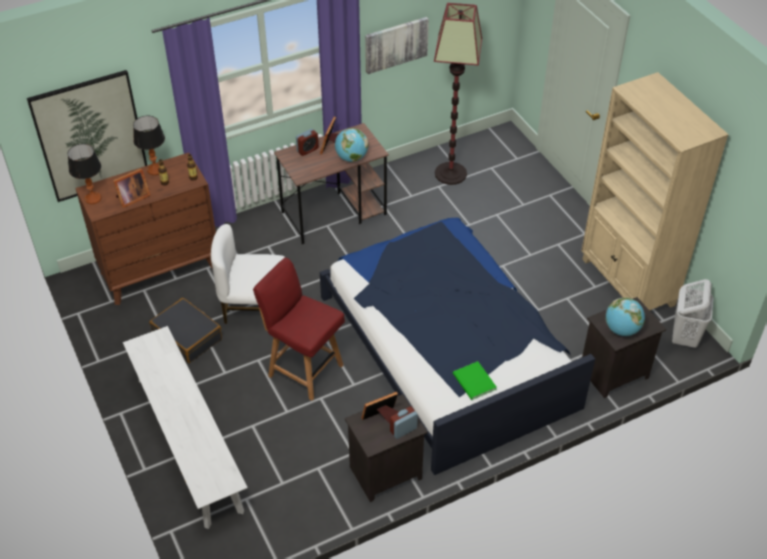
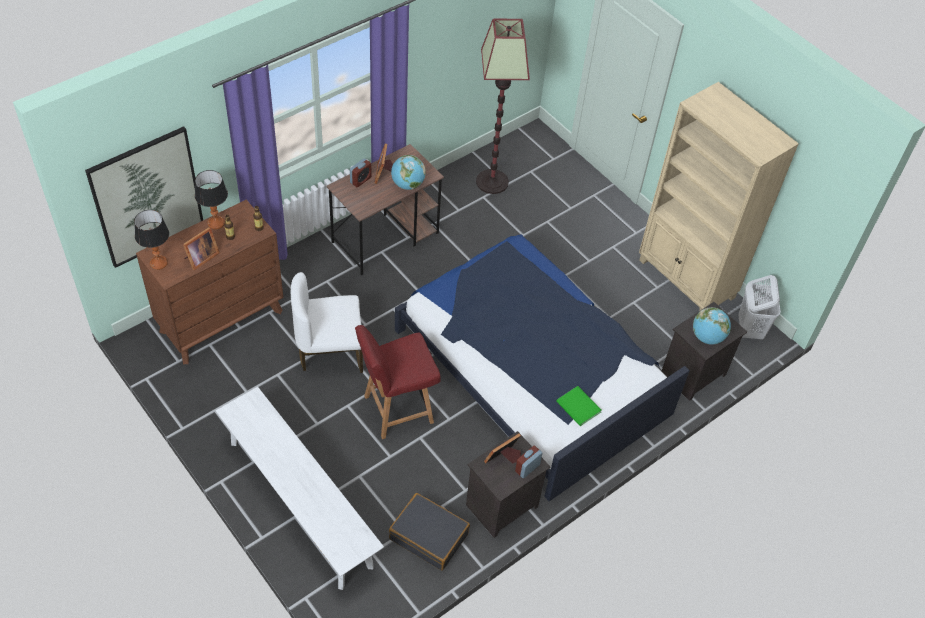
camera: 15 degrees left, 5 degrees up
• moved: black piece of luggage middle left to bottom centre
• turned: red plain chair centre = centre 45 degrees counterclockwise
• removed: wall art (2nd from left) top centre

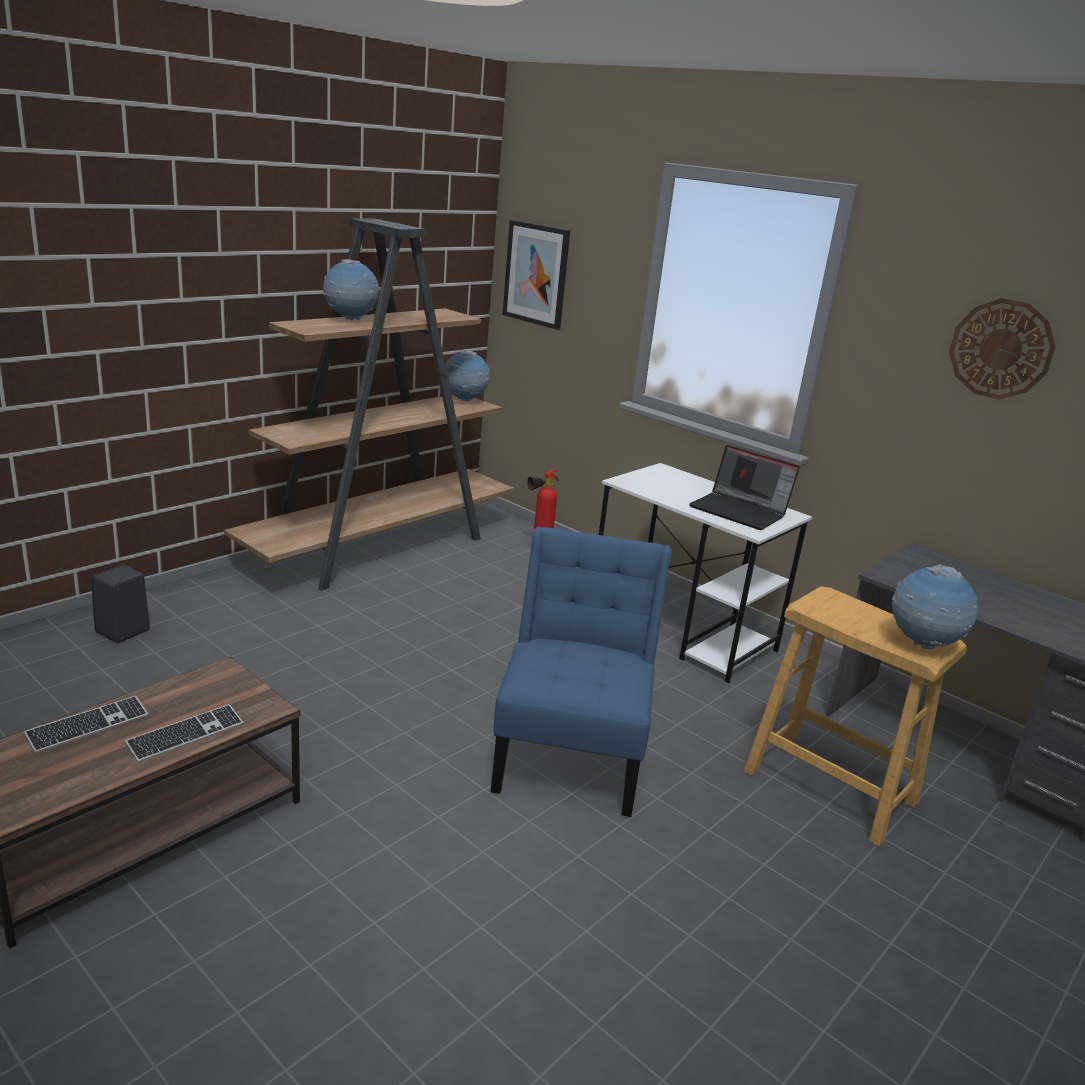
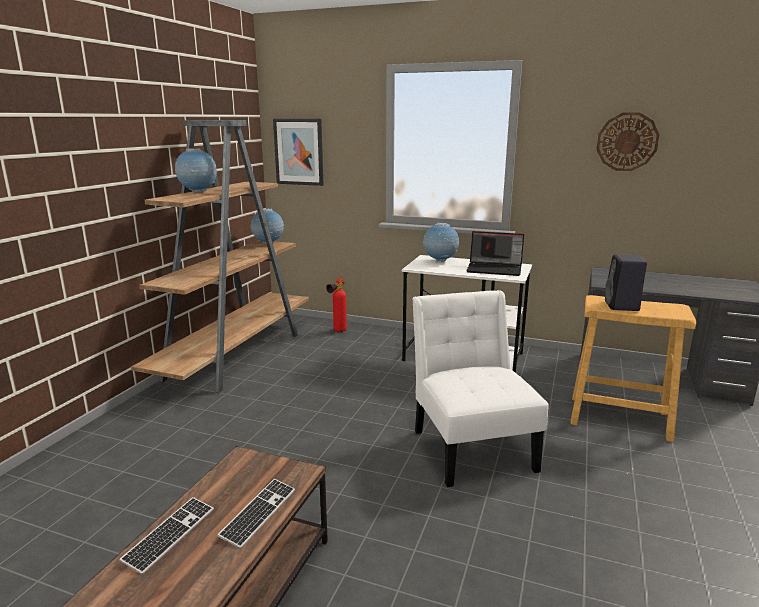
camera: 20 degrees left, 5 degrees down
• moved: black loudspeaker middle left to middle right
• recoloured: blue plain chair centre to white plain chair centre
• moved: desk globe (3rd from left) middle right to centre

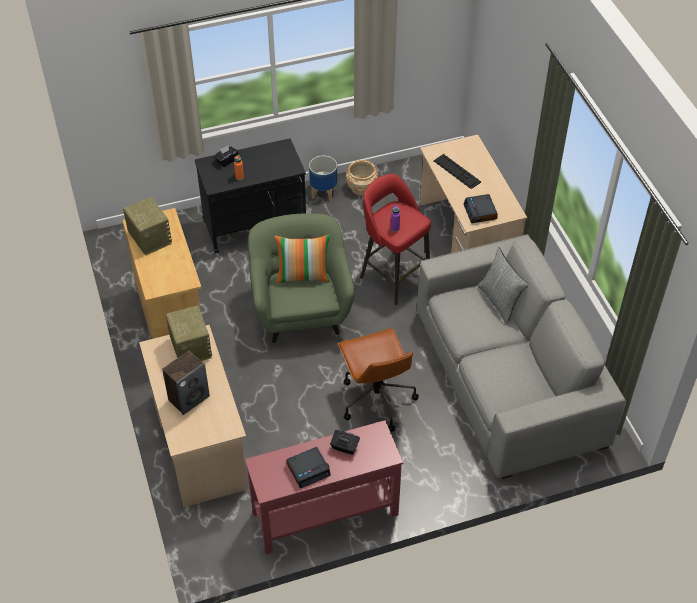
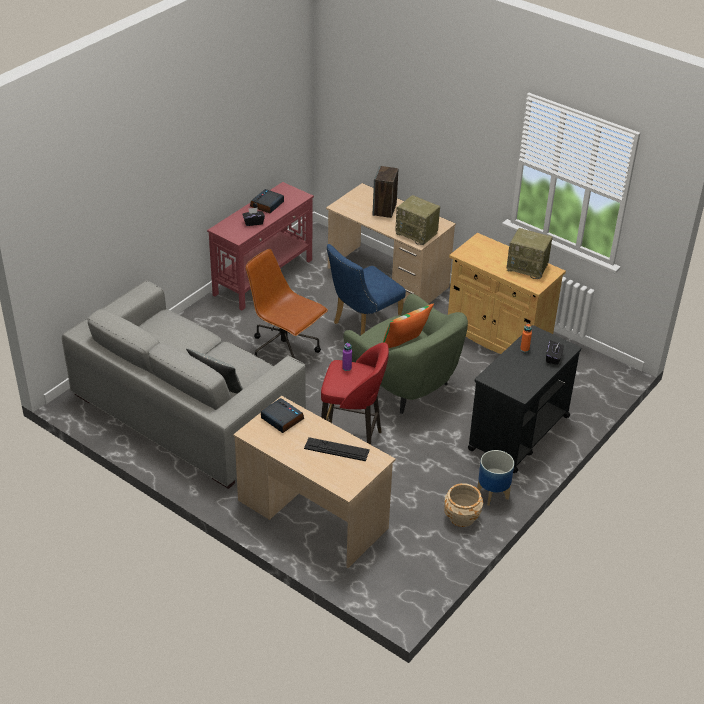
camera: 145 degrees right, 10 degrees down
• added: blue plain chair centre

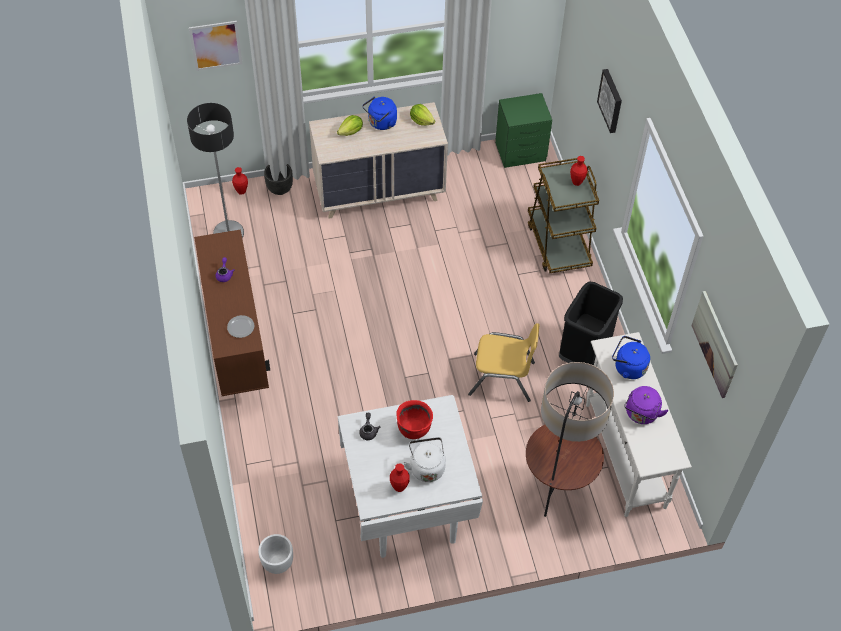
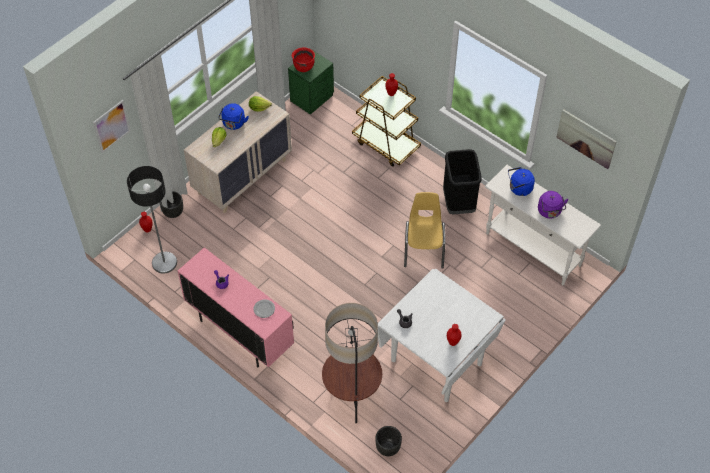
camera: 35 degrees left, 0 degrees up
• recoloured: brown-coloured cupboard middle left to pink cupboard middle left
• recoloured: white planter bottom left to black planter (2nd from left) bottom centre
• moved: red cooking pot centre to top centre
• removed: white tea kettle bottom centre
• turned: yellowish plain chair centre = centre 60 degrees counterclockwise
• moved: standard lamp (2nd from left) bottom right to bottom centre
• removed: wall art (2nd from left) top right

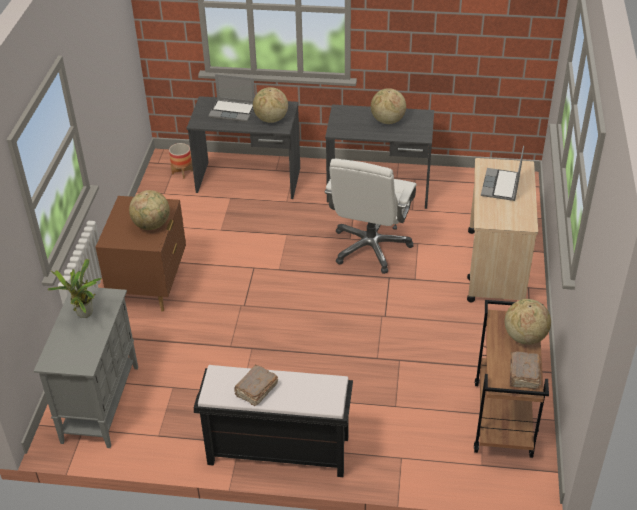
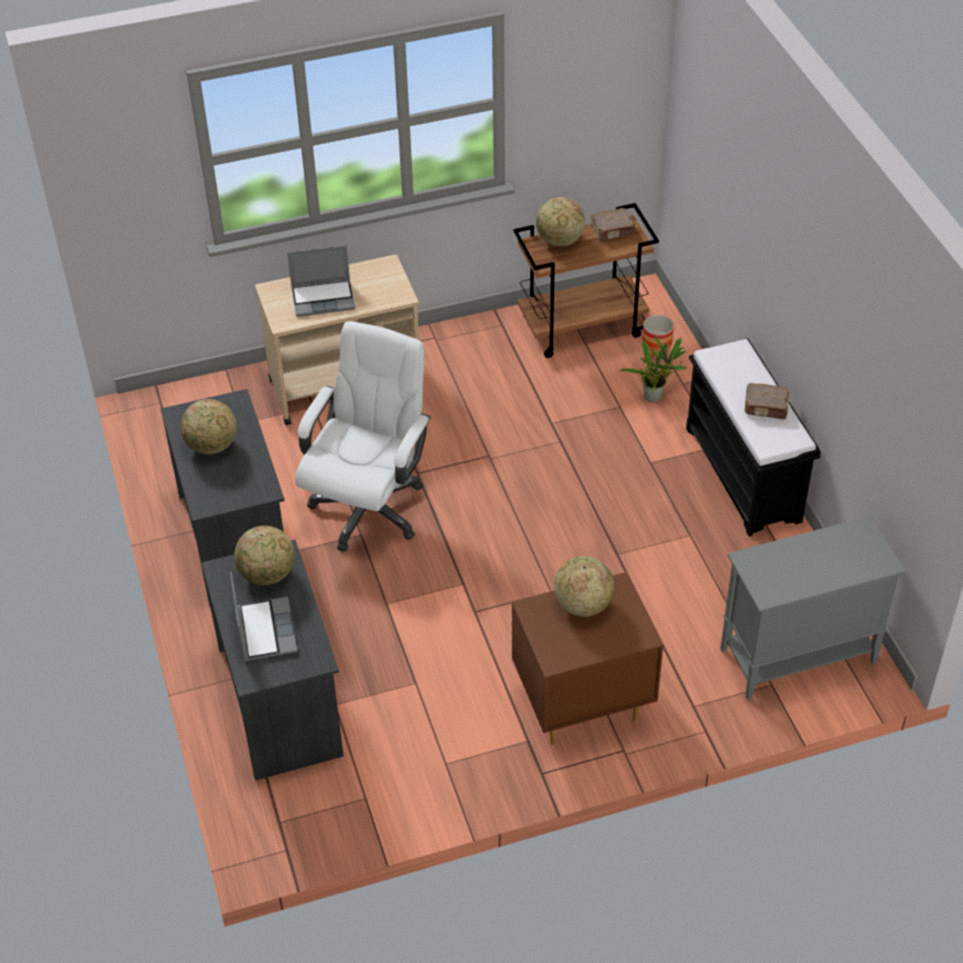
camera: 115 degrees left, 5 degrees up
• moved: potted plant middle left to middle right
• moved: planter top left to middle right
• turned: white office chair centre = centre 60 degrees counterclockwise

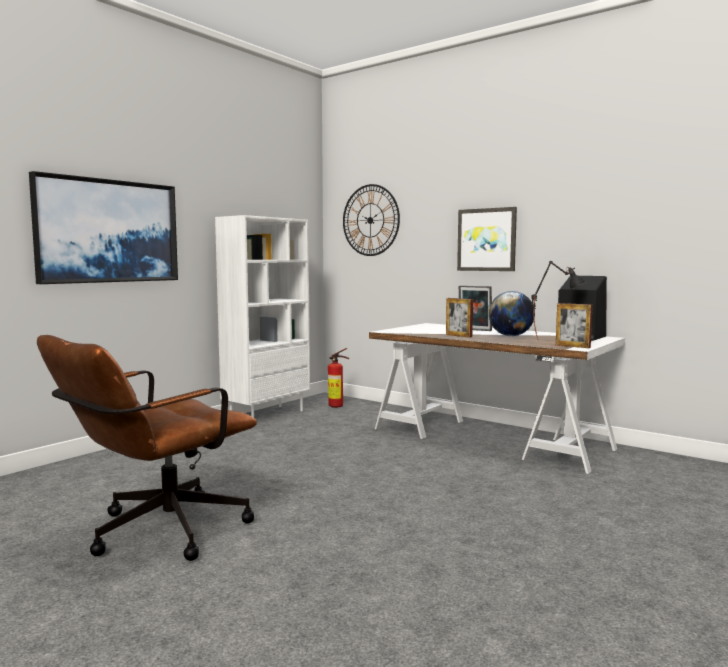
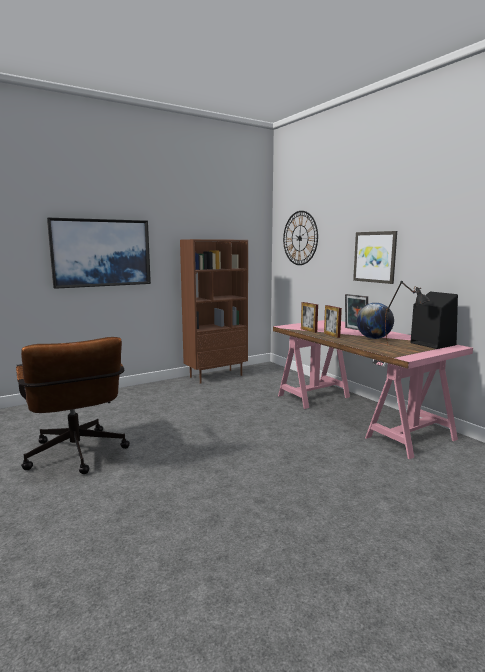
camera: 20 degrees right, 5 degrees up
• turned: brown-coloured office chair bottom left = middle left 90 degrees counterclockwise
• recoloured: white bookshelf centre to brown-coloured bookshelf centre
• removed: extinguisher centre
• recoloured: white desk unit middle right to pink desk unit middle right
• moved: photo frame (3rd from left in the first image) middle right to photo frame (1st from left) centre

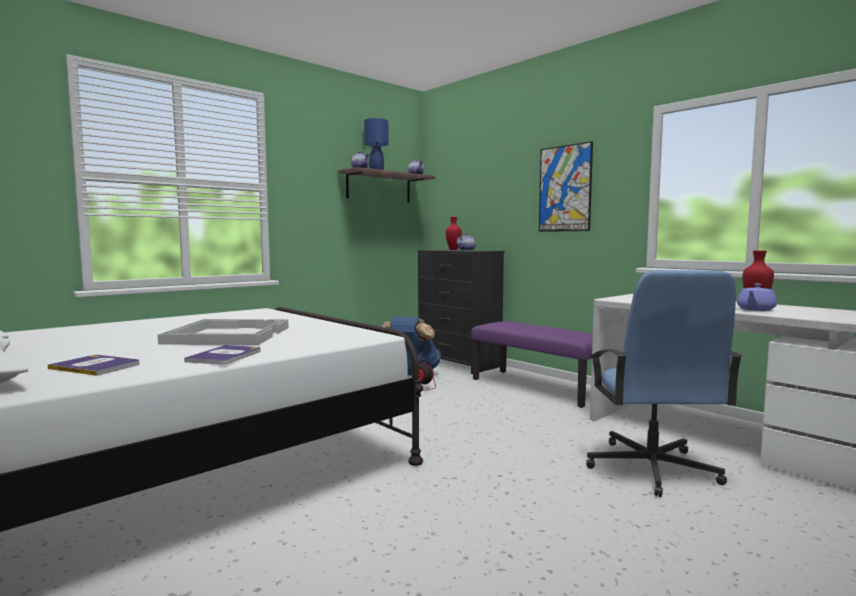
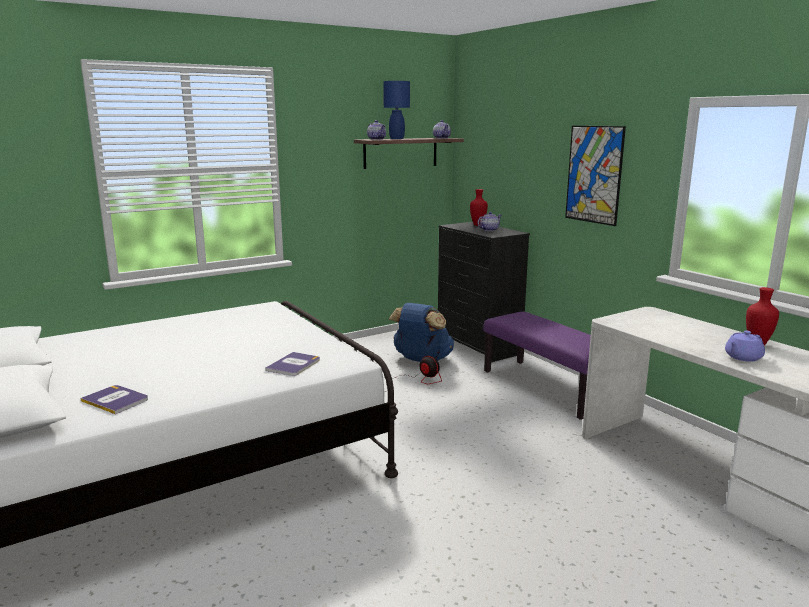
camera: 10 degrees right, 10 degrees up
• removed: white carrying tray middle left
• moved: bound book (2nd from left) middle left to centre
• removed: blue office chair middle right

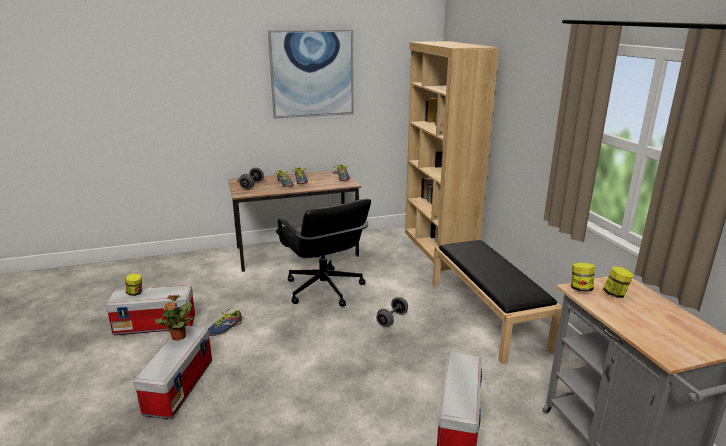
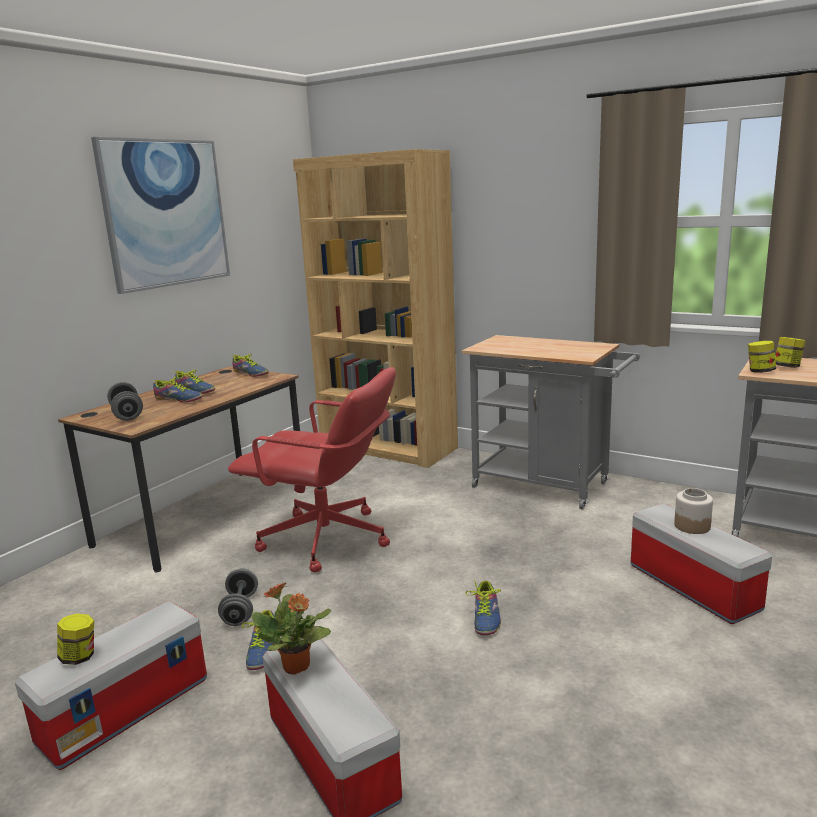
camera: 40 degrees left, 5 degrees down
• recoloured: black office chair centre to red office chair centre
• moved: greyish hand weight (2nd from left) bottom centre to bottom left
• replaced: black long seat bottom right to greyish trolley (1st from left) middle right
• added: low shoe (5th from left) bottom centre
• added: jar (2nd from left) middle right

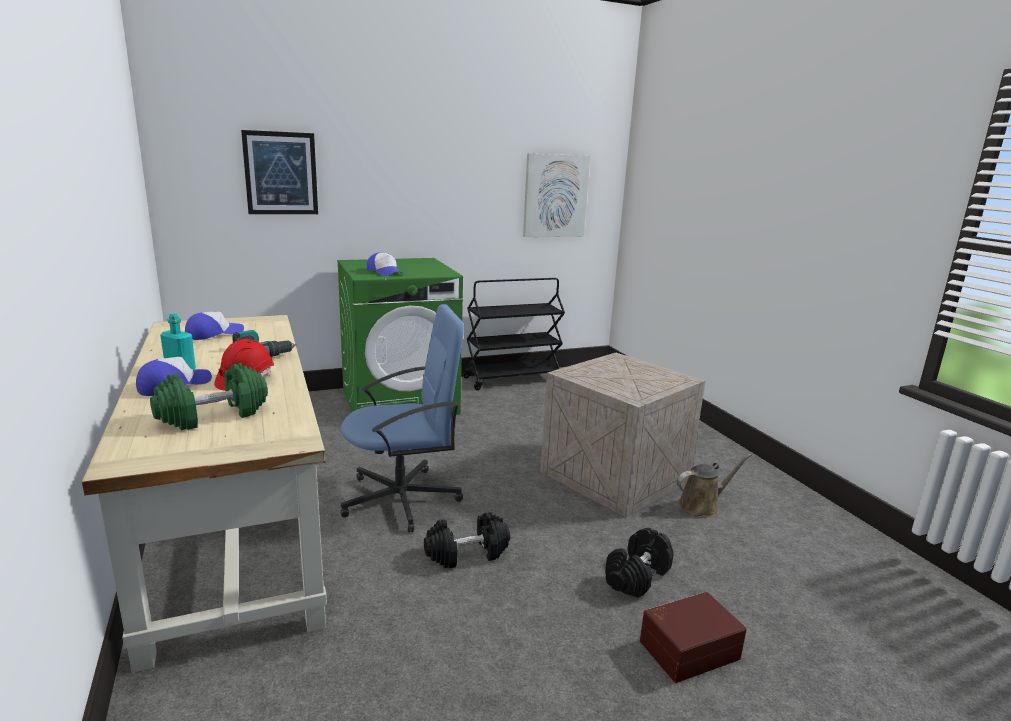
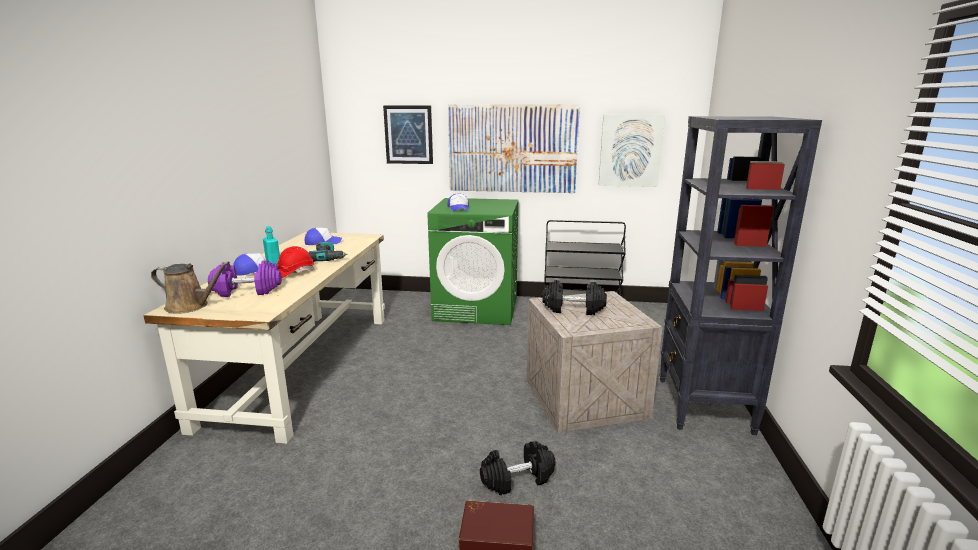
camera: 30 degrees right, 0 degrees up
• recoloured: green-coloured hand weight middle left to purple hand weight middle left
• removed: blue office chair centre
• moved: black hand weight (1st from left in the first image) bottom centre to black hand weight (2nd from left) centre
• moved: brown-coloured sprinkling can bottom right to middle left
• added: wall art (2nd from left) top centre
• added: black bookshelf middle right

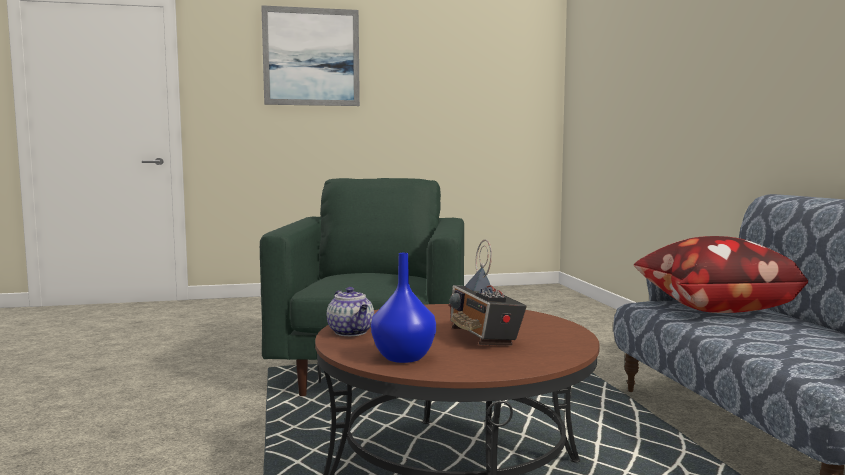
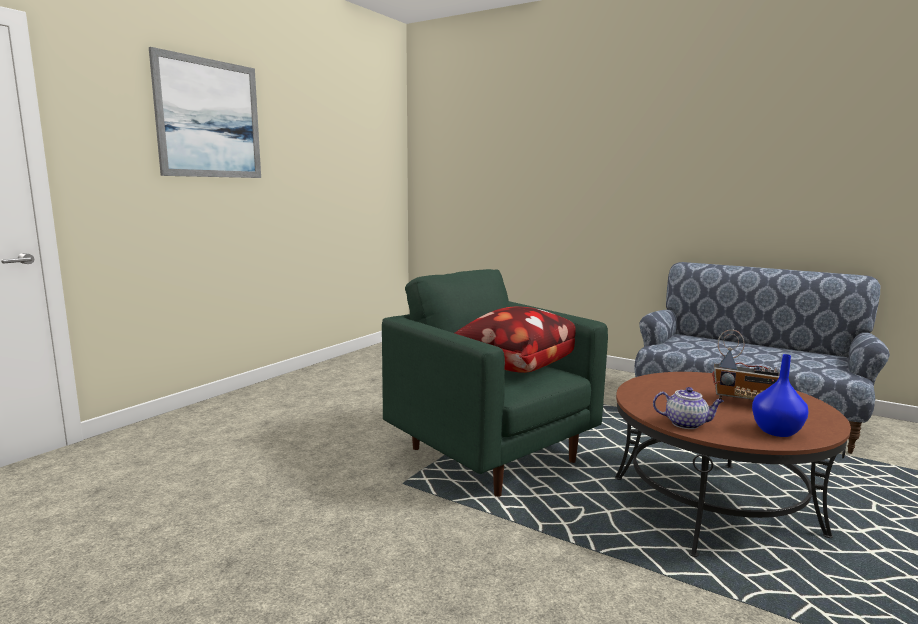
camera: 45 degrees left, 5 degrees up
• moved: pillow middle right to centre

